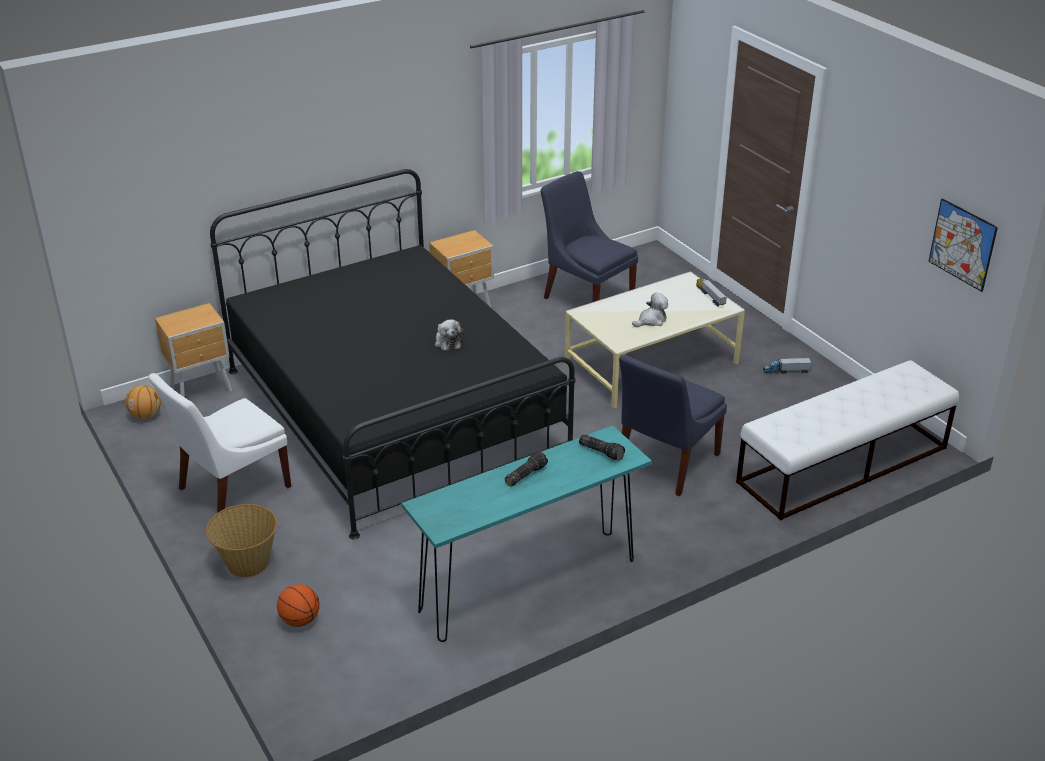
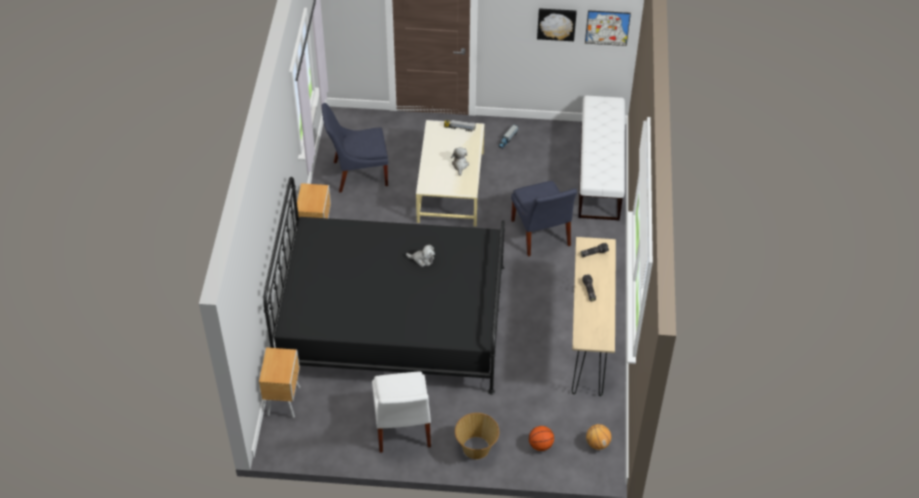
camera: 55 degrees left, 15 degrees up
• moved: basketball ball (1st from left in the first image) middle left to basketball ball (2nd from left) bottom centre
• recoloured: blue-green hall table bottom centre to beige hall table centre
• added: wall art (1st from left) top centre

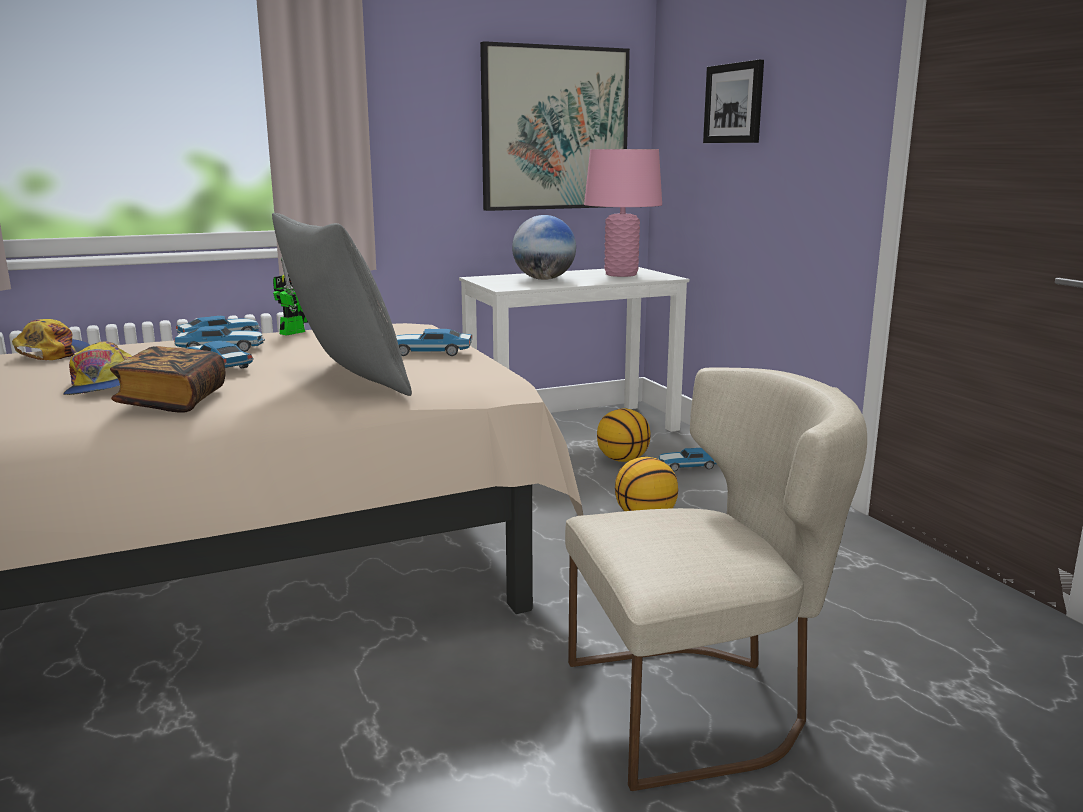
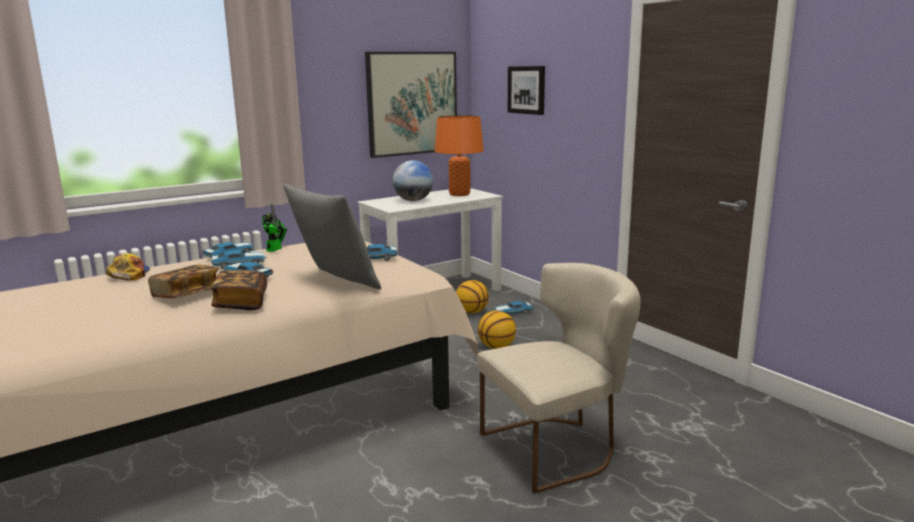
camera: 10 degrees left, 0 degrees up
• replaced: baseball cap (2nd from left) middle left to bound book (1st from left) middle left
• recoloured: pink lamp for a table top centre to orange lamp for a table top centre

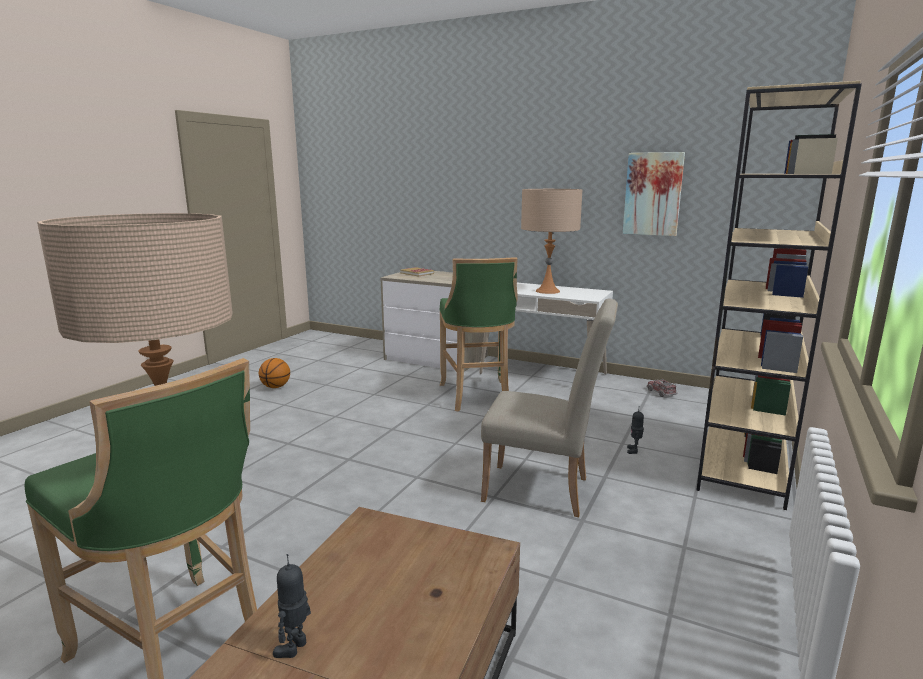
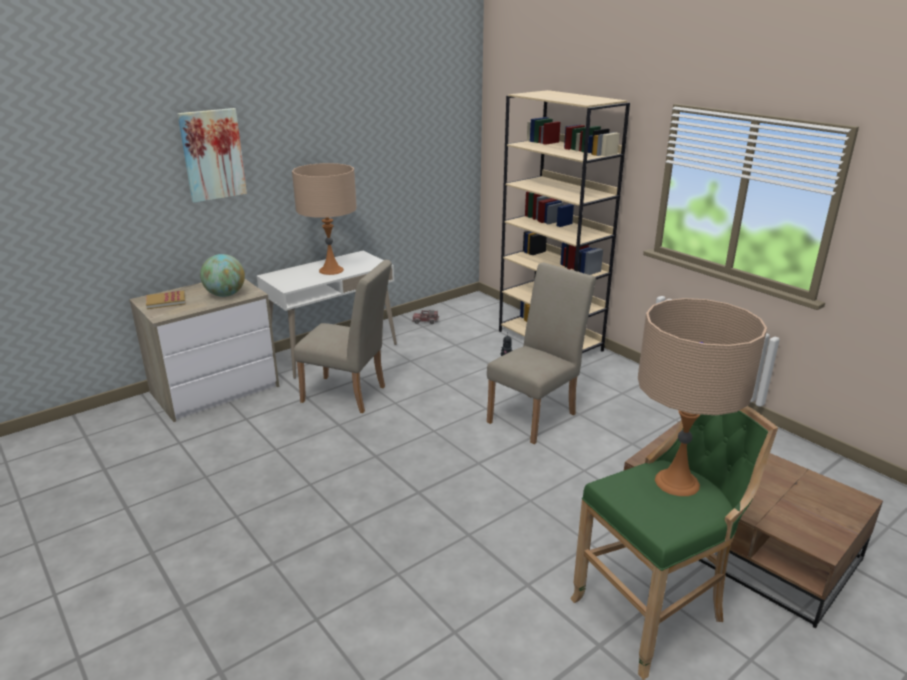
camera: 65 degrees left, 10 degrees up
• removed: basketball ball middle left
• removed: robot figure (1st from left) bottom left
• replaced: green-coloured stool seat (2nd from left) centre to beige plain chair (1st from left) centre
• moved: wall art top right to top left
• added: desk globe middle left

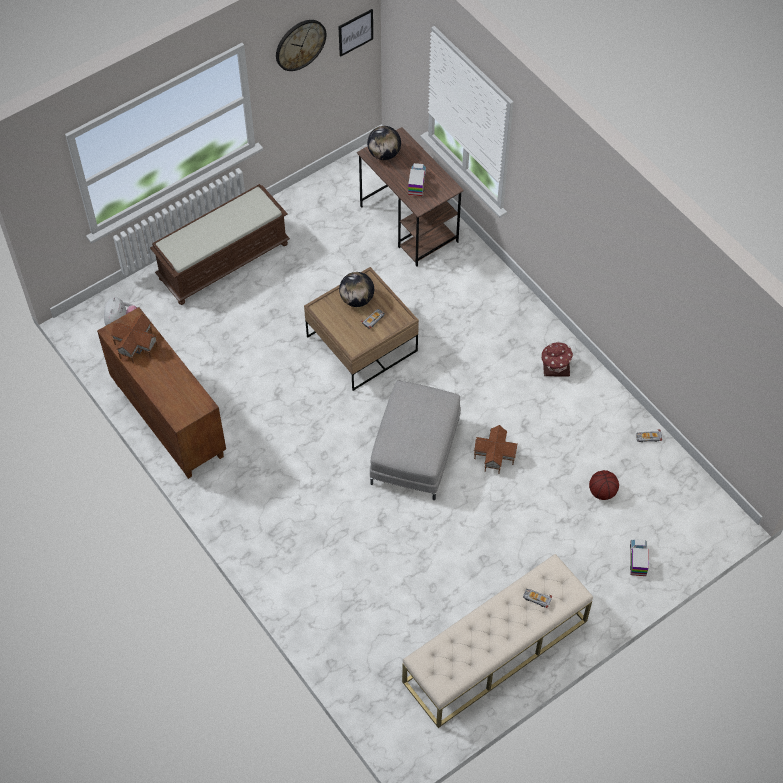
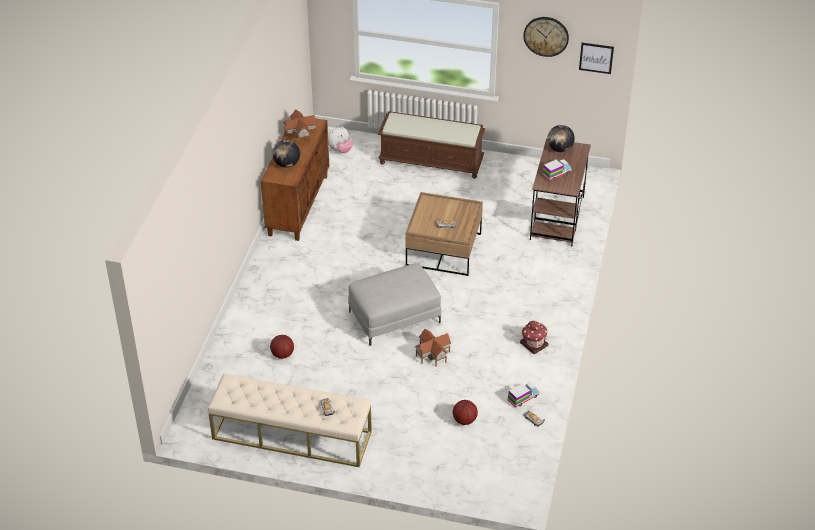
camera: 50 degrees right, 15 degrees down
• moved: desk globe (1st from left) centre to top centre
• moved: toy lorry (2nd from left in the first image) bottom right to toy lorry (1st from left) bottom centre
• added: basketball ball (1st from left) centre

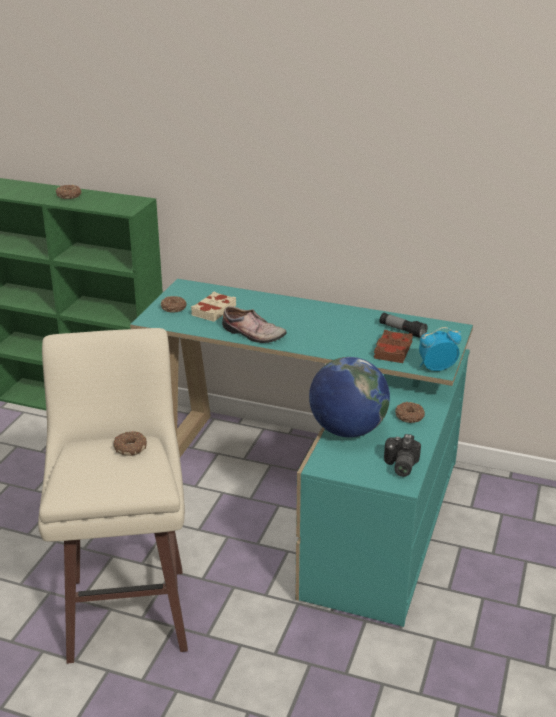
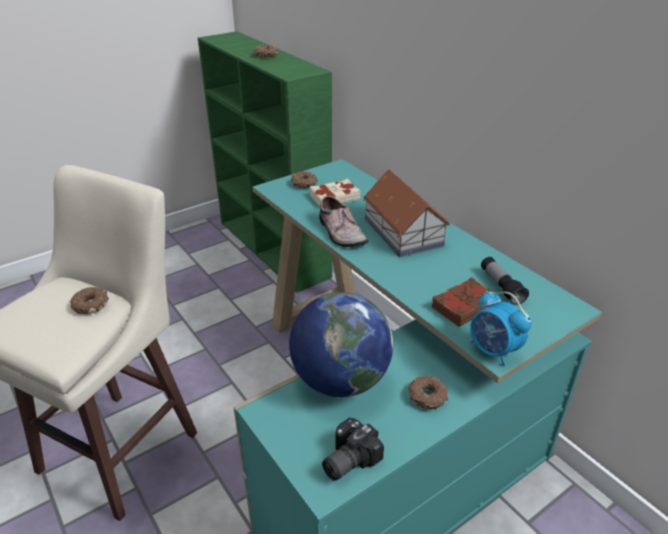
camera: 35 degrees right, 5 degrees up
• turned: alarm clock middle right = middle right 150 degrees counterclockwise
• added: toy house centre

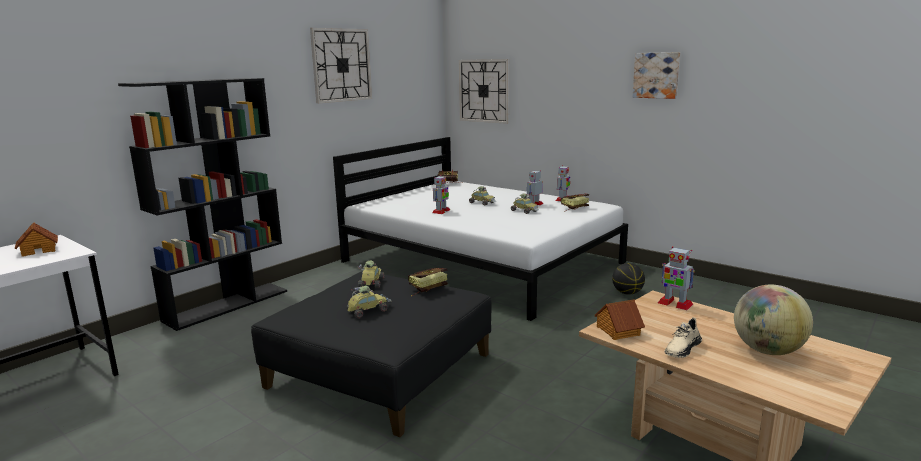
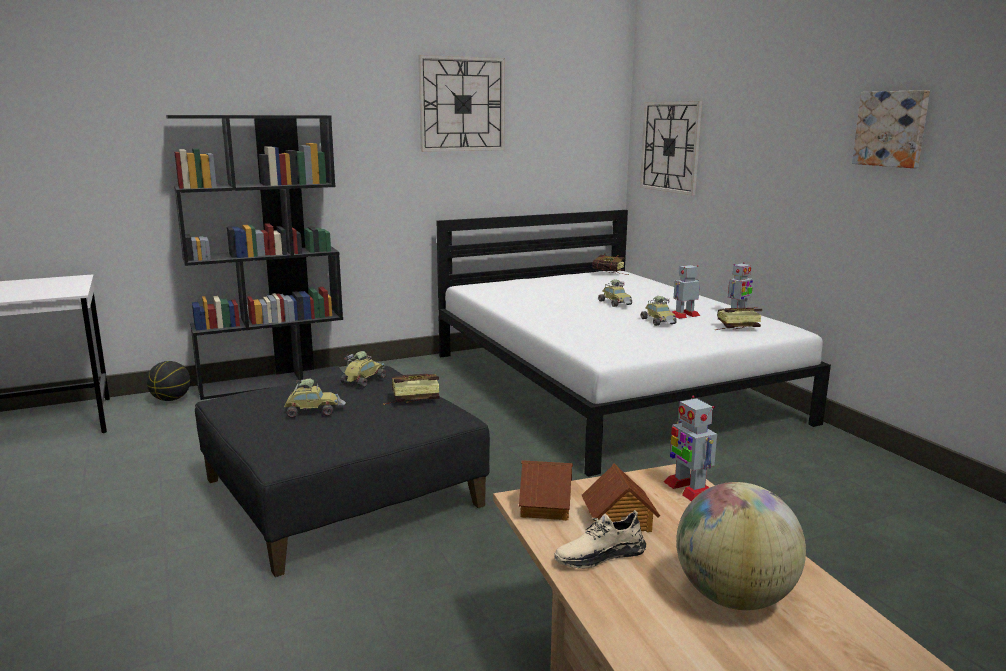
camera: 25 degrees right, 0 degrees up
• moved: toy house (1st from left in the first image) middle left to toy house (2nd from left) bottom centre
• removed: robot figure (1st from left) centre
• moved: basketball ball middle right to middle left

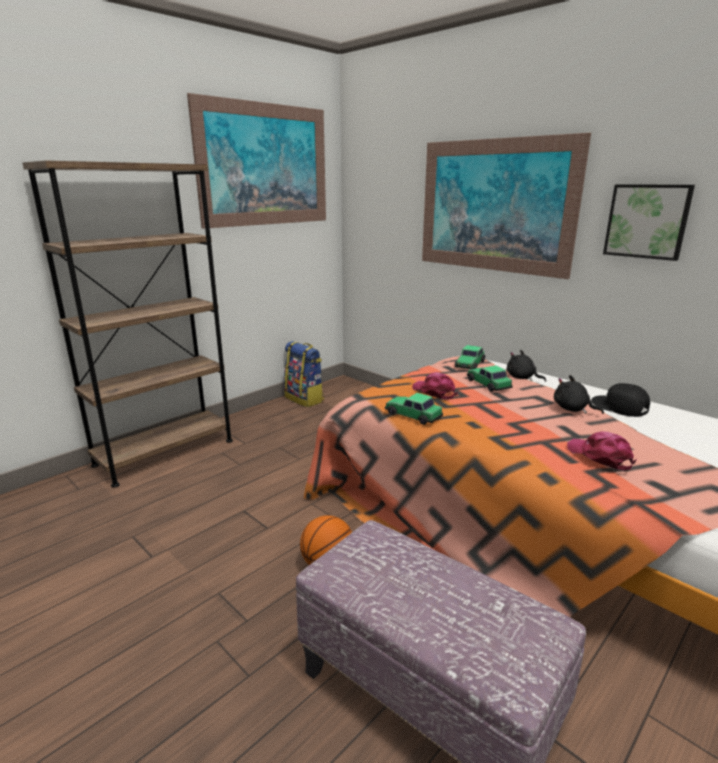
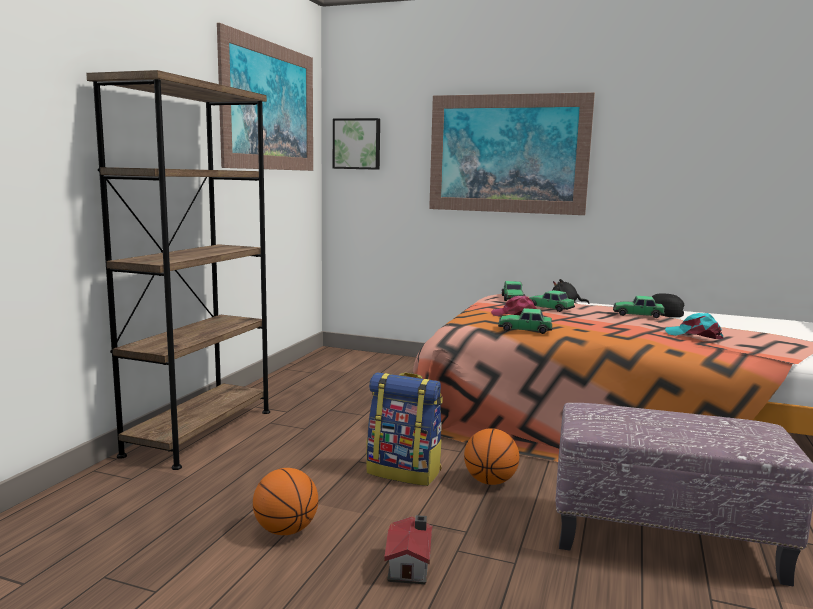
camera: 25 degrees left, 10 degrees down
• moved: backpack centre to bottom centre
• replaced: black plush toy (2nd from left) middle right to toy car (4th from left) middle right
• recoloured: pink baseball cap (2nd from left) middle right to blue-green baseball cap middle right
• moved: wall art (3rd from left in the first image) top right to wall art (2nd from left) top centre
• added: basketball ball (1st from left) bottom centre
• added: toy house bottom centre

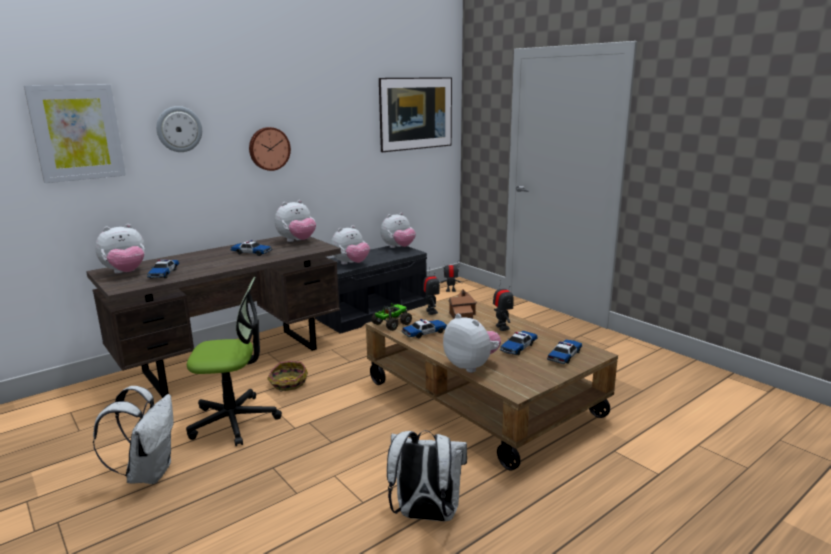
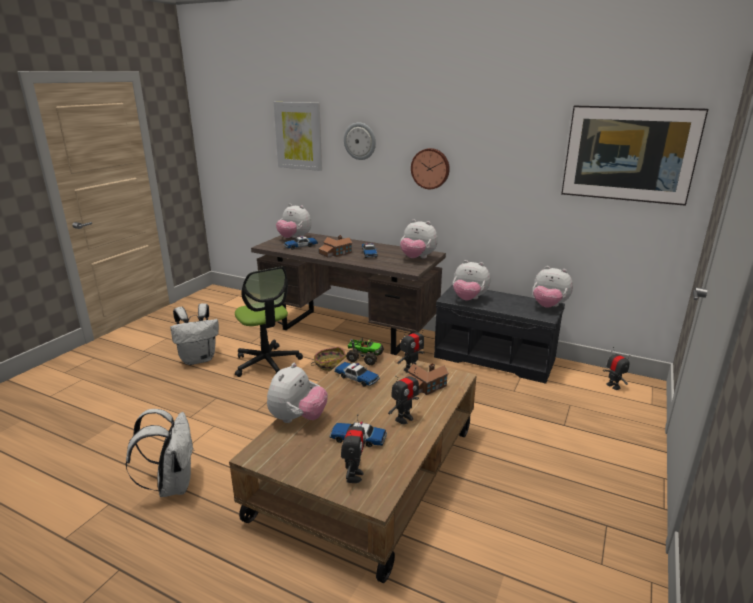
camera: 65 degrees right, 5 degrees up
• replaced: toy car (5th from left) middle right to robot figure (1st from left) bottom centre
• added: toy house (1st from left) centre

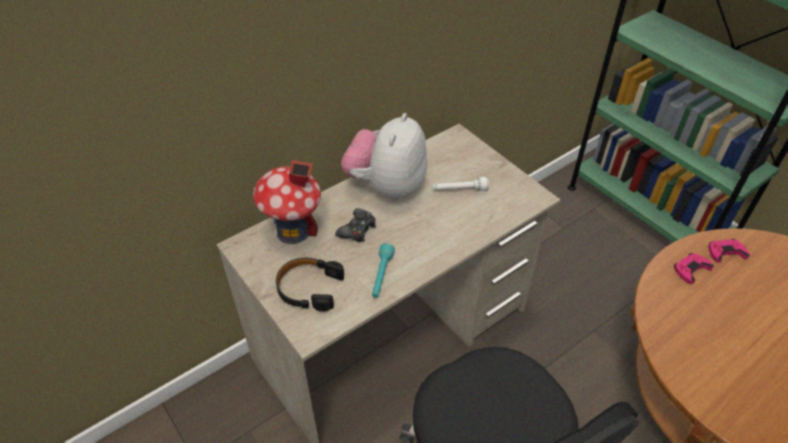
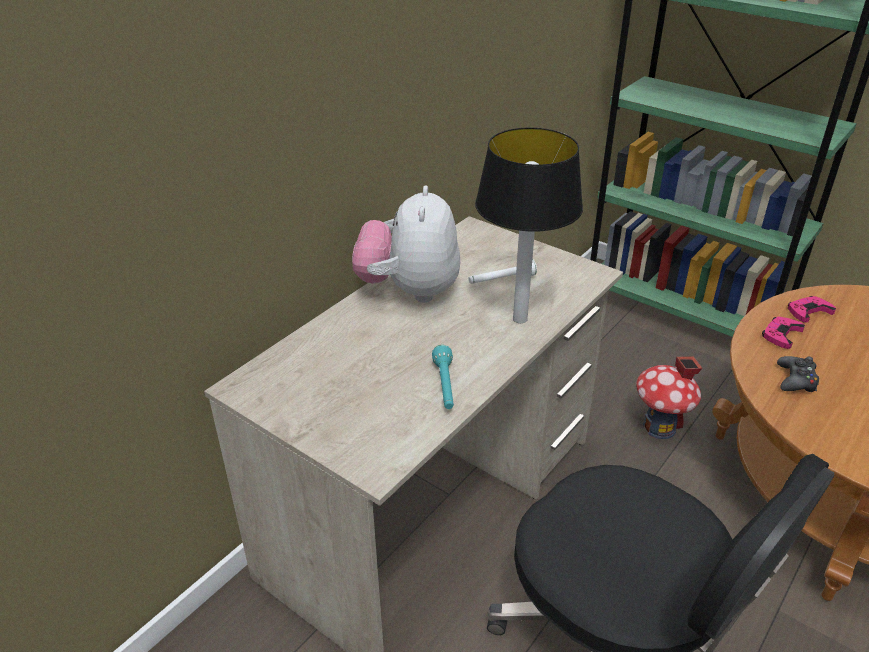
camera: 15 degrees left, 10 degrees down
• moved: toy house centre to middle right
• removed: black pair of headphones centre
• moved: black gamepad centre to middle right
• added: lamp for a table centre

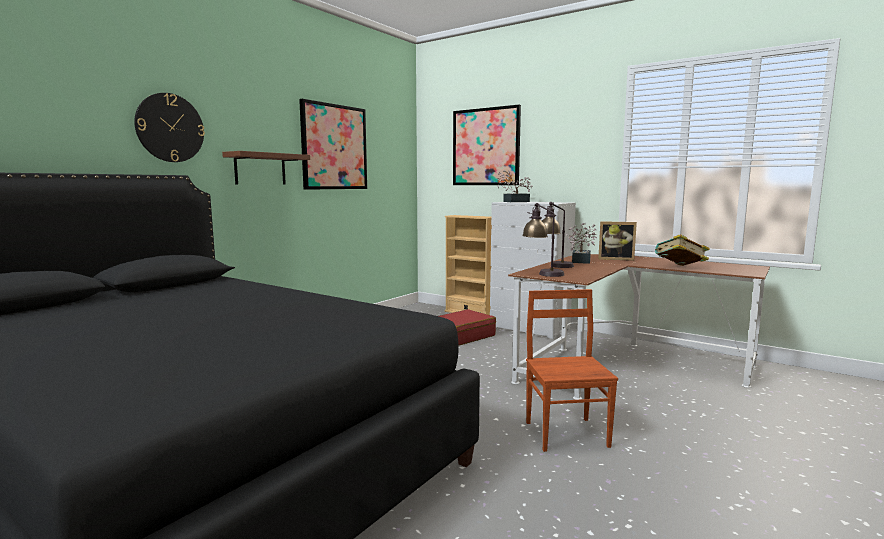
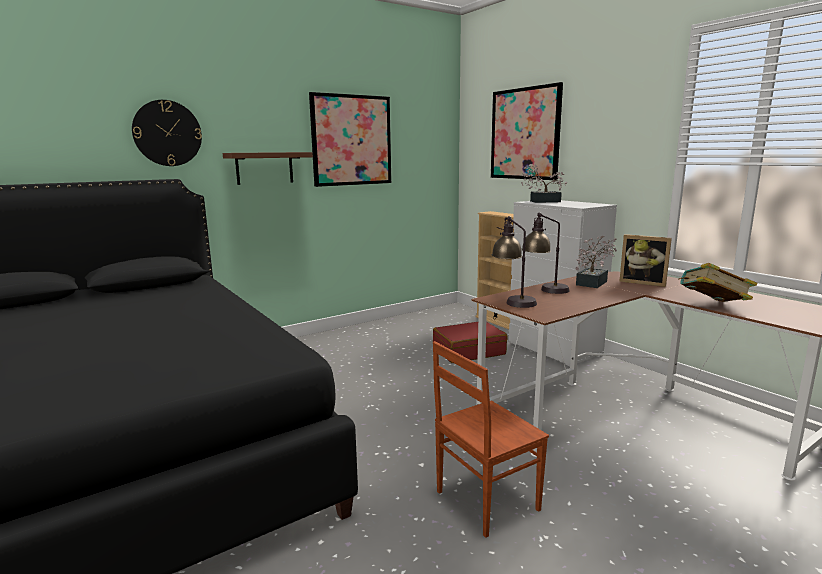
camera: 20 degrees right, 5 degrees up
• turned: brown-coloured plain chair bottom centre = bottom centre 135 degrees counterclockwise

